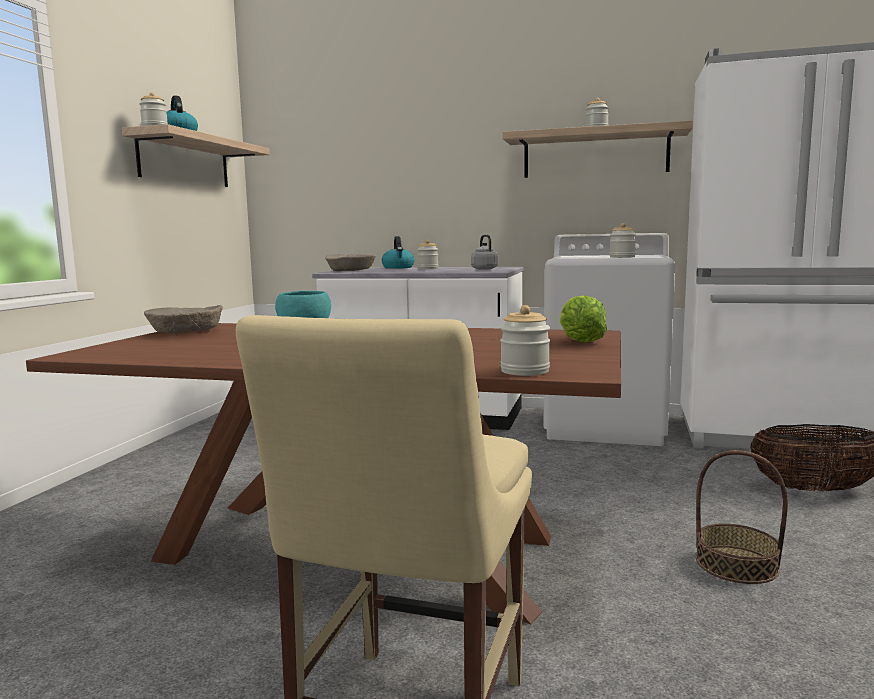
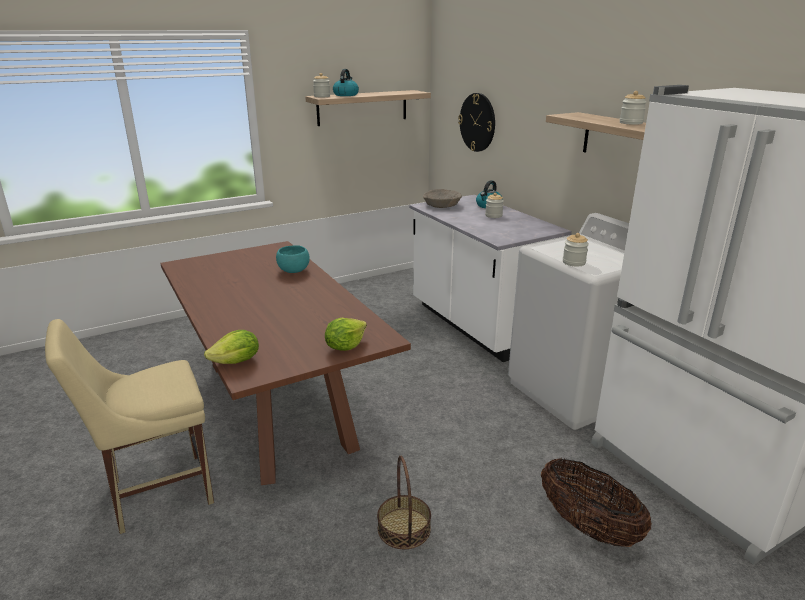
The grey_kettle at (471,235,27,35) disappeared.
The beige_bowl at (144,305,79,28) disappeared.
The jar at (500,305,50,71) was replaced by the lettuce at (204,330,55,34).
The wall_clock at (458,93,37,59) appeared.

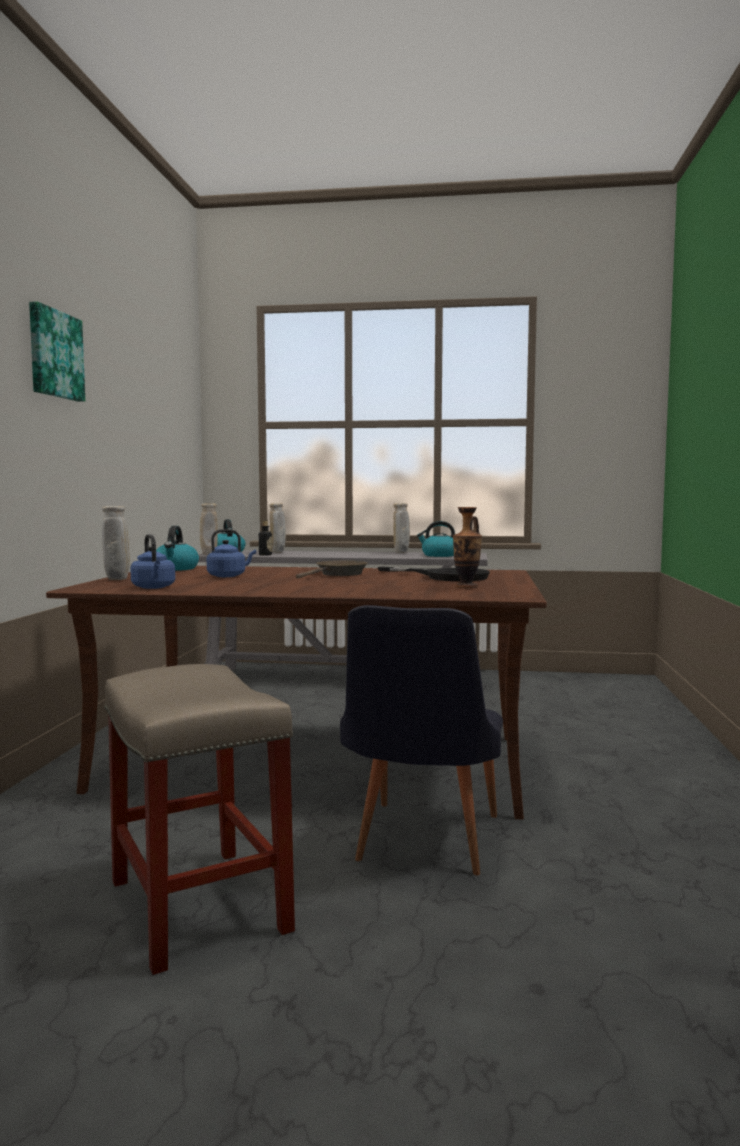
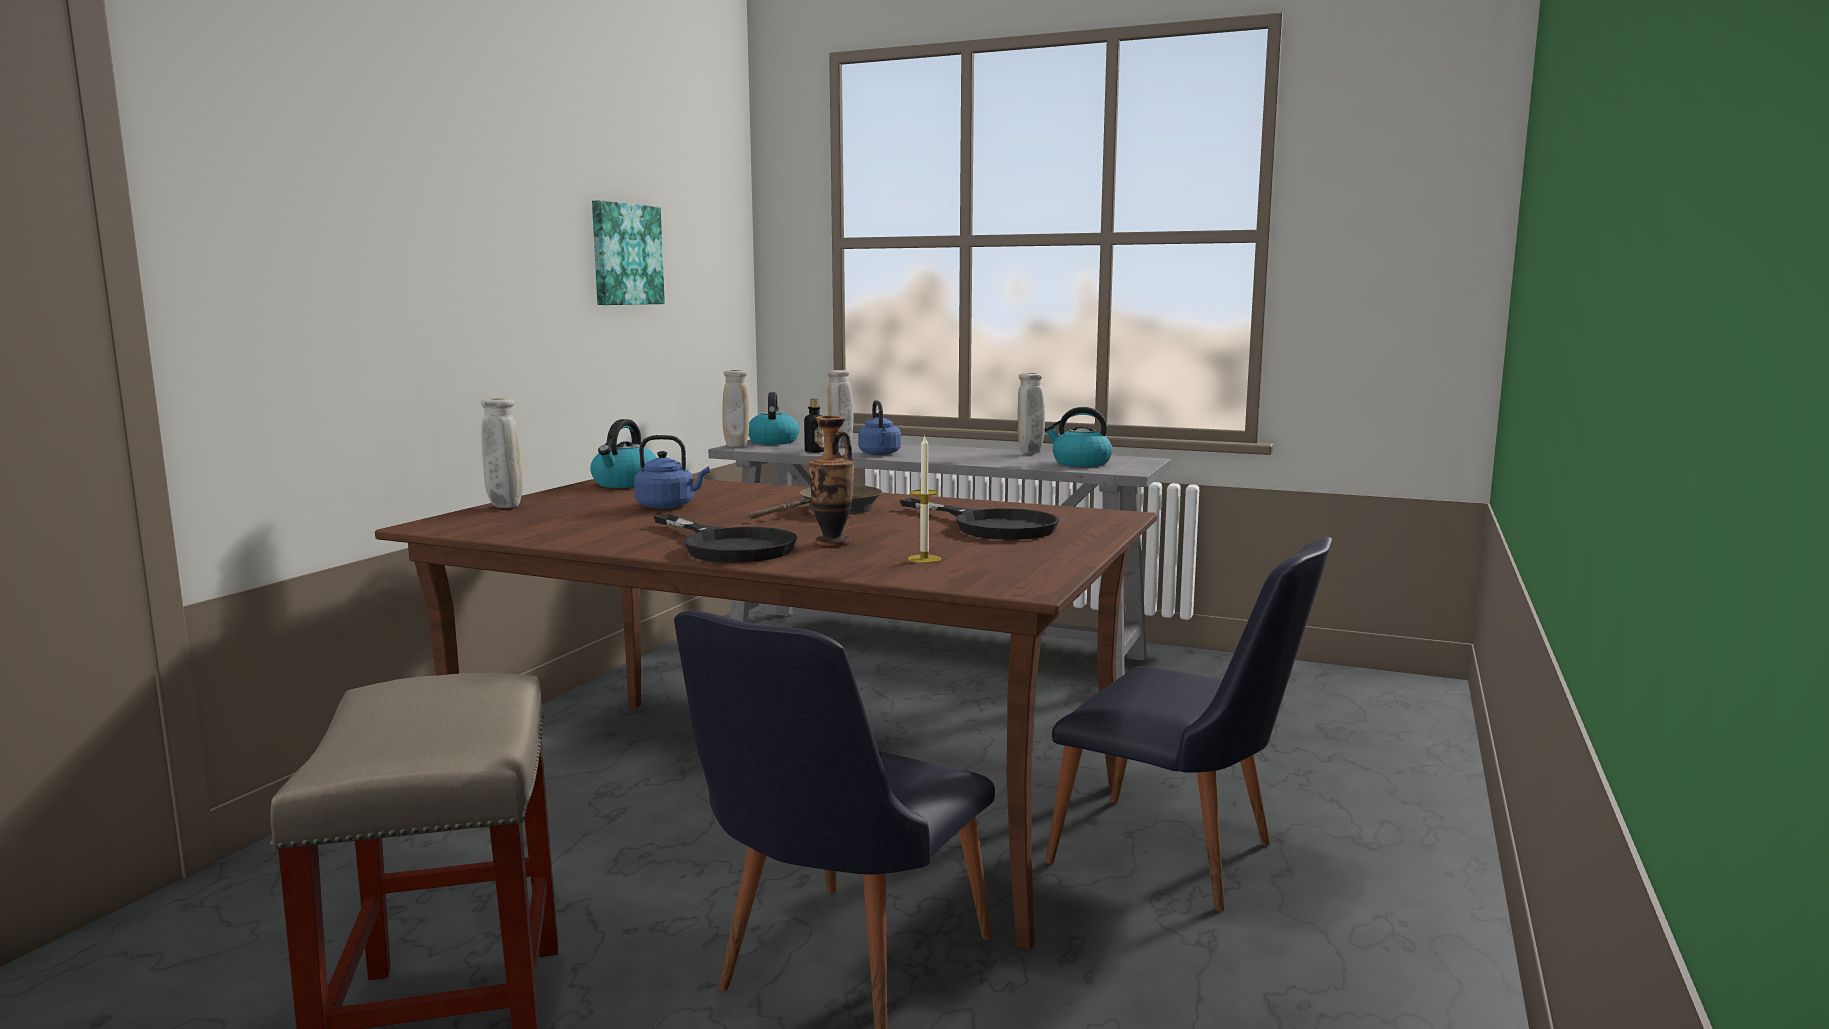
The picture moved from (29,301,56,101) to (592,200,73,105).
The vase moved from (453,507,29,81) to (808,416,47,131).
The blue_kettle moved from (130,534,45,55) to (858,400,43,55).
The candle at (908,436,33,127) appeared.
The black_frying_pan at (654,514,144,49) appeared.
The black_chair at (1045,537,288,375) appeared.

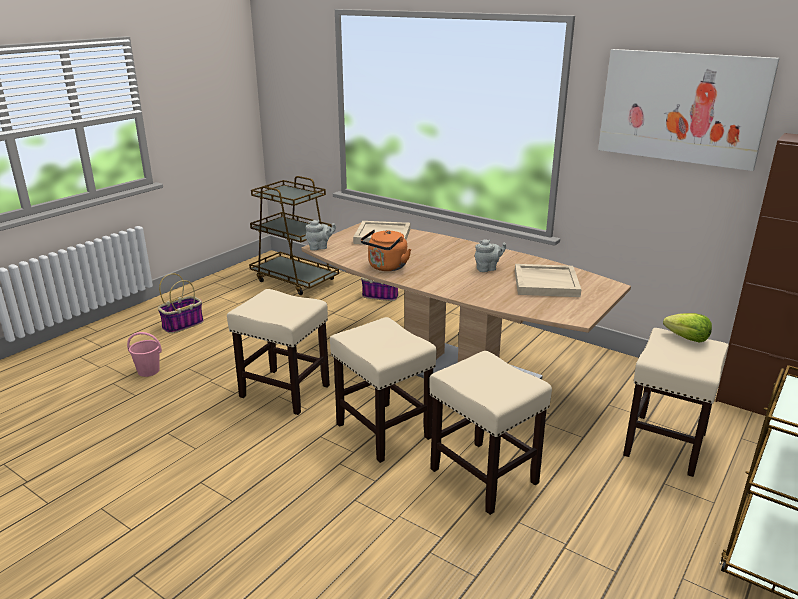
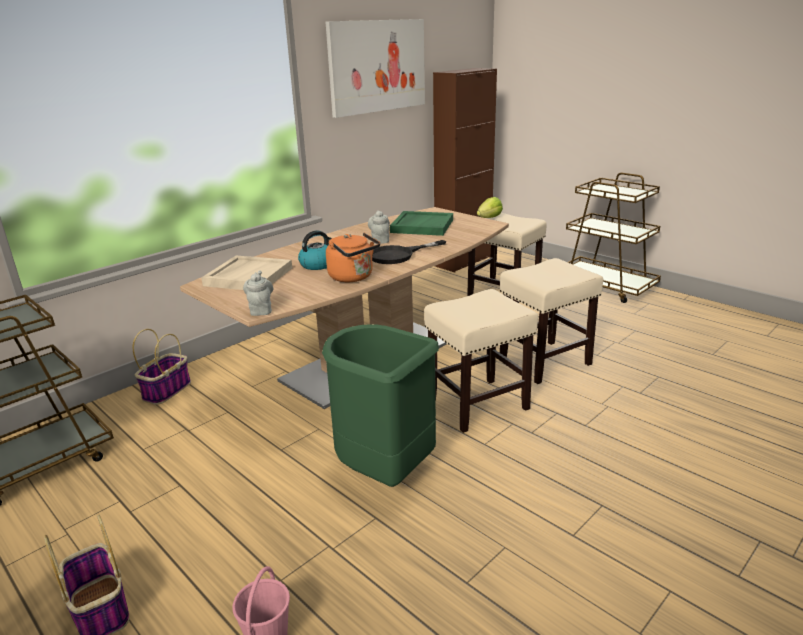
The beige_tray at (515,264,66,33) became the green_tray at (390,211,63,25).
The beige_stool at (227,289,103,126) was replaced by the green_trash_can at (322,324,117,163).
The kettle at (298,231,34,39) appeared.
The black_frying_pan at (372,240,74,24) appeared.

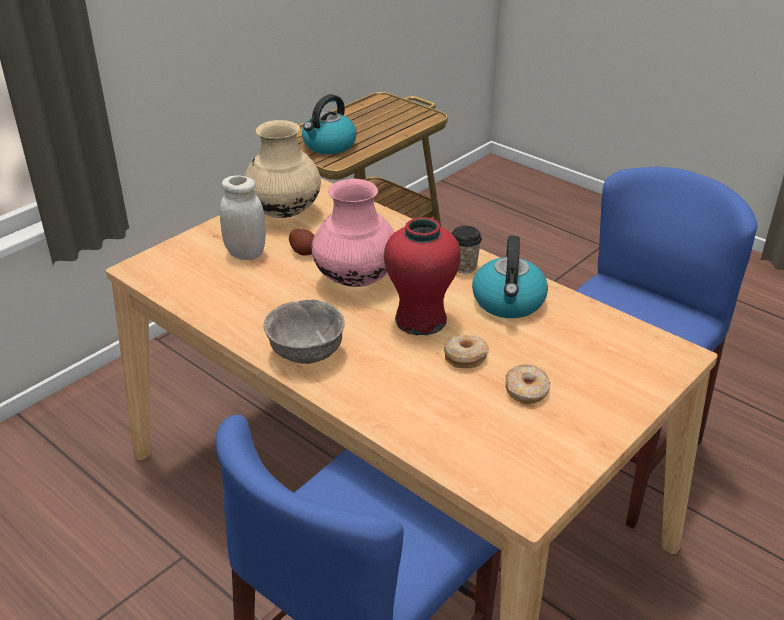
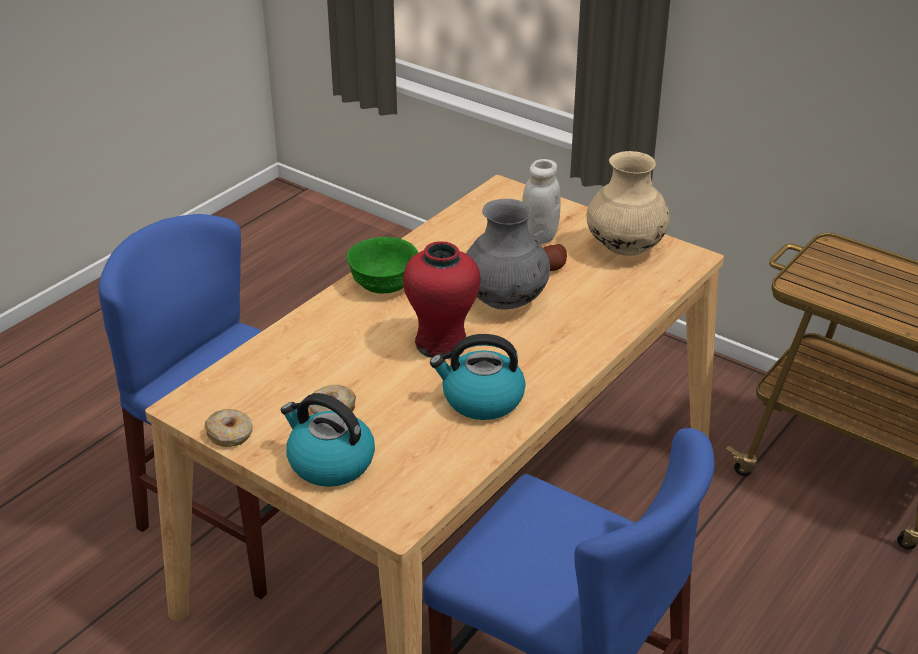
The kettle moved from (302,94,54,60) to (281,393,94,94).
The pink_vase at (312,179,83,108) became the grey_vase at (466,199,84,110).
The cup at (451,226,31,47) disappeared.
The grey_bowl at (264,300,81,64) became the green_bowl at (347,237,71,56).
The donut moved from (444,335,45,33) to (205,409,47,38).

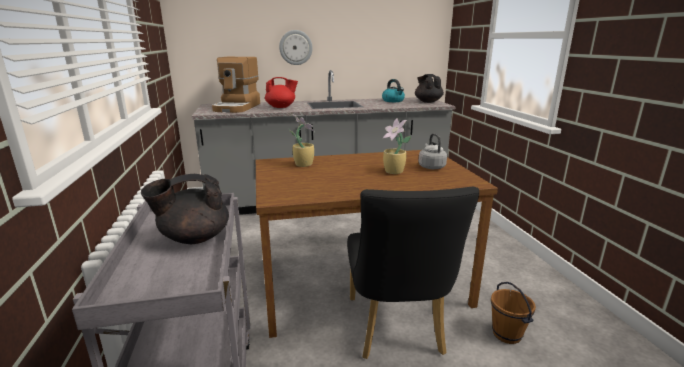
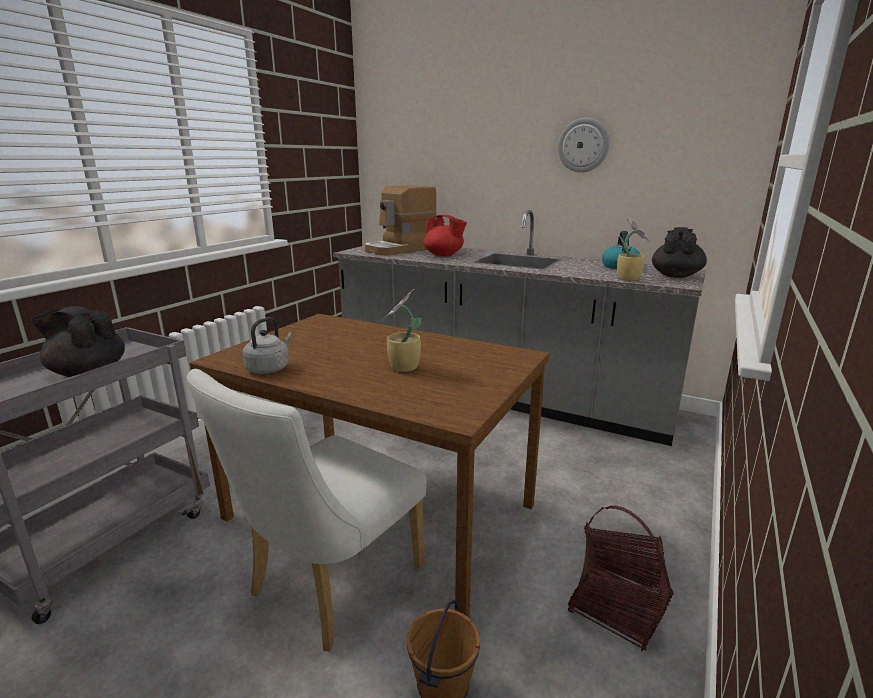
The wall_clock moved from (279,30,34,35) to (558,118,52,55).
The potted_plant moved from (289,115,26,52) to (617,218,32,63).
The grey_kettle moved from (418,133,29,36) to (243,317,50,57).
The black_chair at (347,187,132,172) became the white_chair at (187,369,240,283).
The basket at (568,505,106,147) appeared.

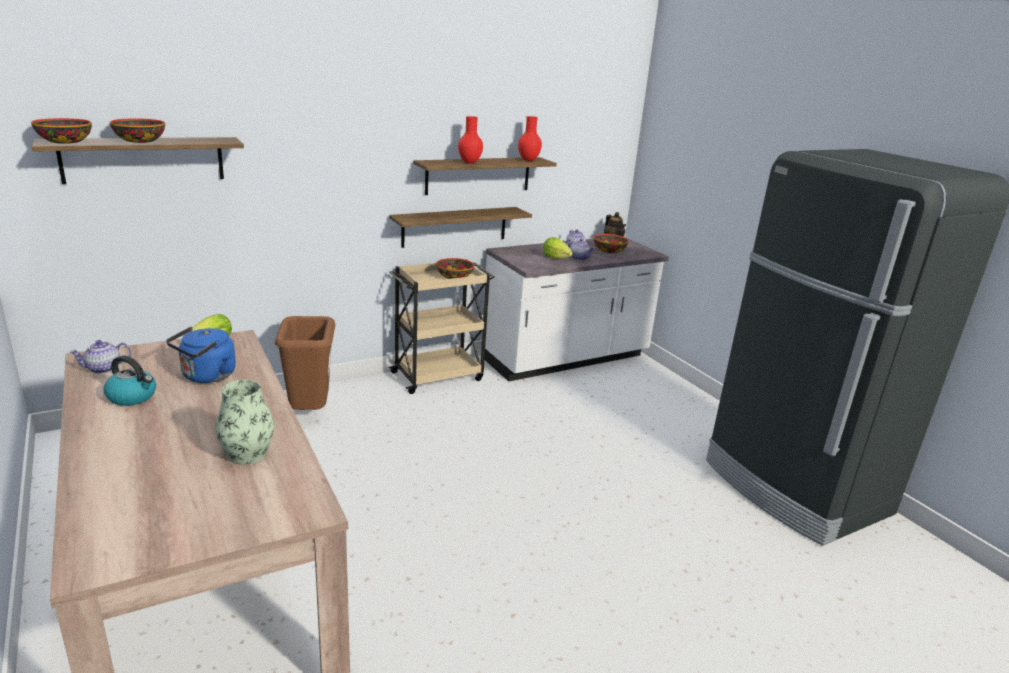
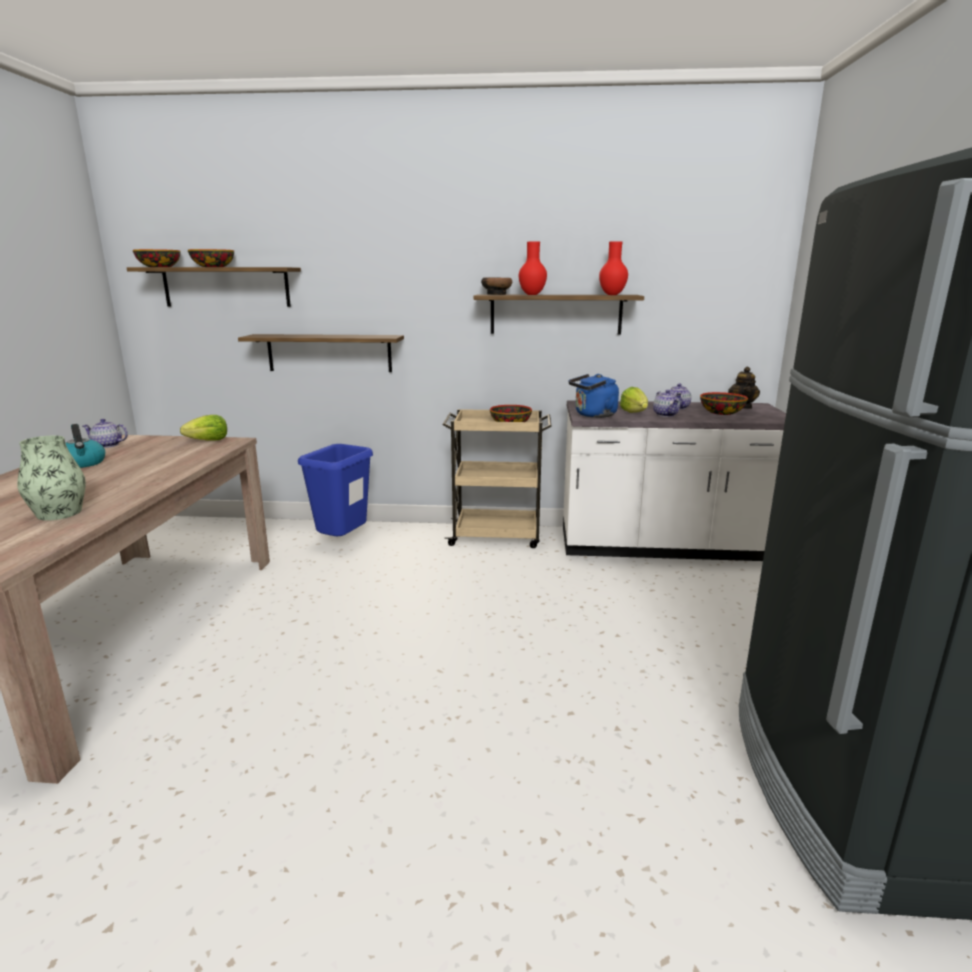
The shelf moved from (389,207,143,41) to (238,334,166,38).
The brown_trash_can at (275,316,60,94) became the blue_trash_can at (298,444,75,92).
The blue_kettle moved from (166,326,70,57) to (569,374,50,44).
The bowl at (481,277,31,18) appeared.

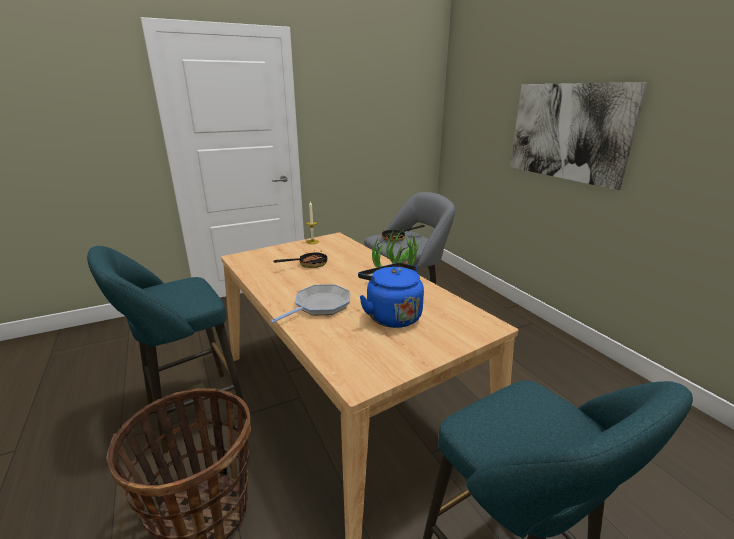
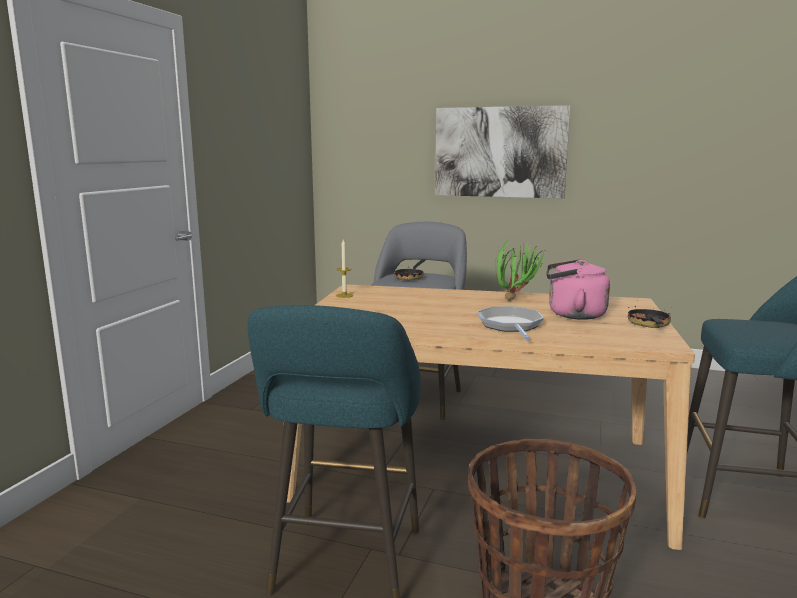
The frying_pan moved from (273,250,55,18) to (628,306,43,22).
The blue_kettle at (358,263,66,65) became the pink_kettle at (546,259,64,61).

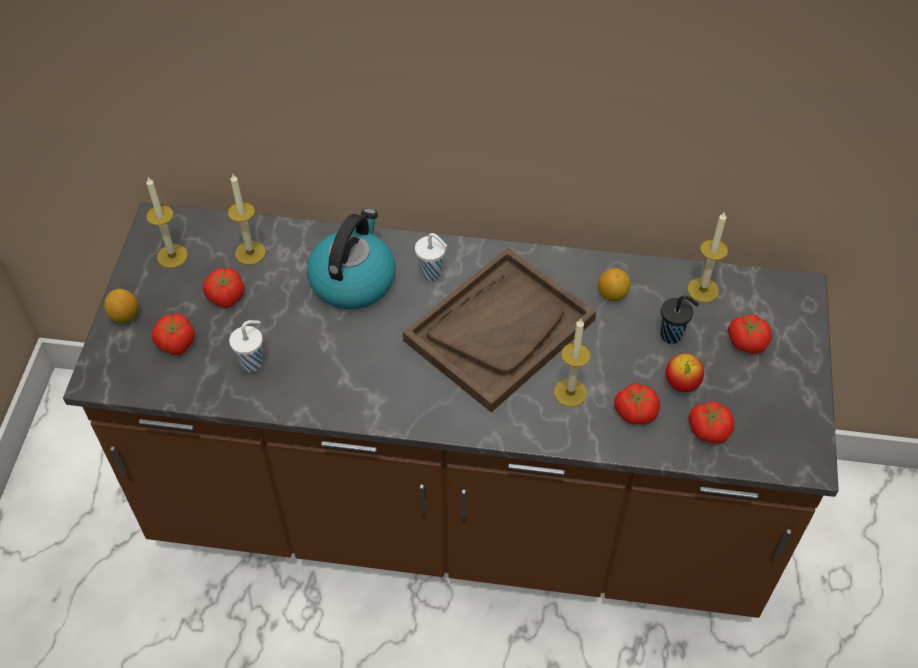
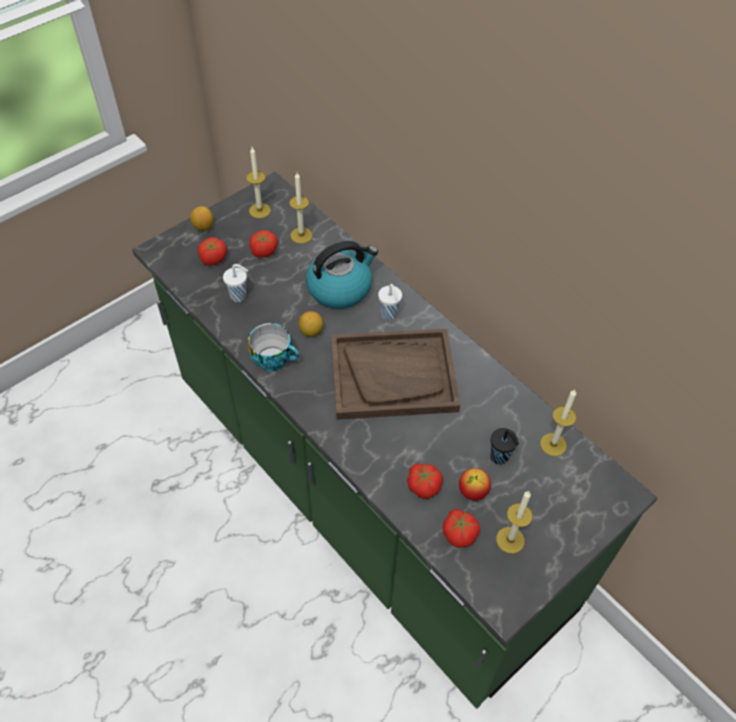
The brown_counter at (63,202,776,416) became the green_counter at (132,172,525,537).
The lemon moved from (598,268,33,34) to (299,311,24,26).
The tomato at (728,315,44,39) disappeared.
The candle moved from (554,319,37,88) to (496,491,37,63).
The cup at (248,323,51,48) appeared.

